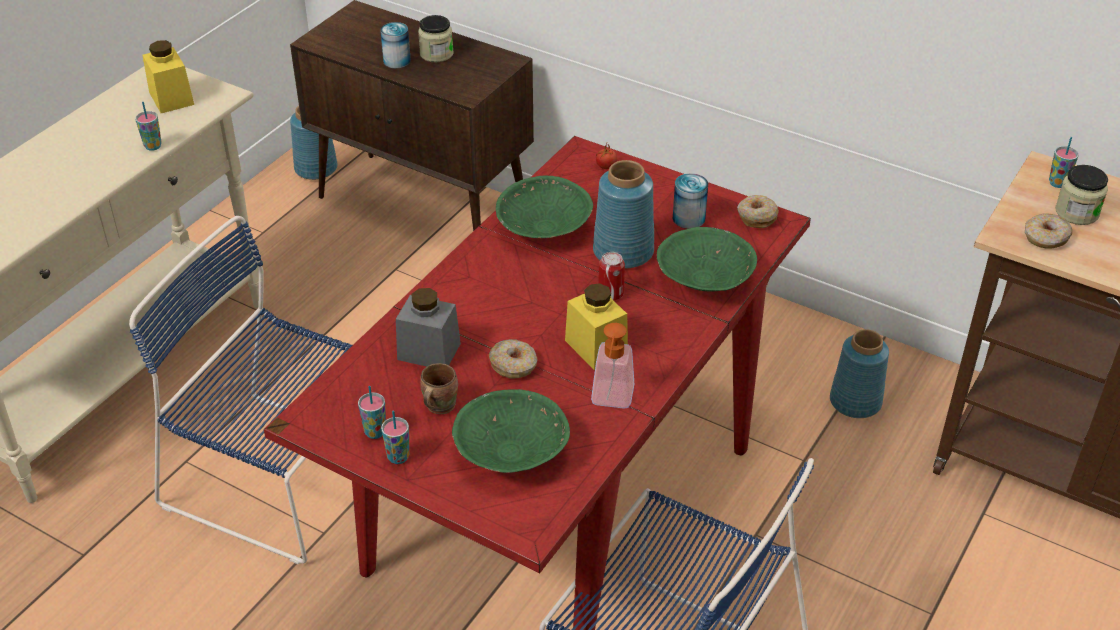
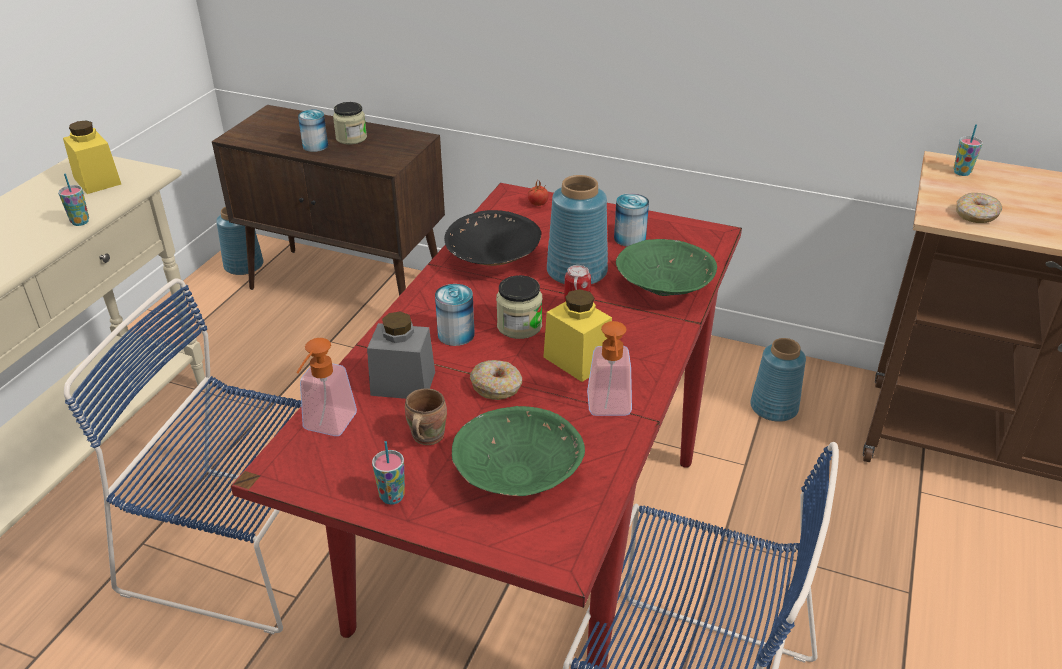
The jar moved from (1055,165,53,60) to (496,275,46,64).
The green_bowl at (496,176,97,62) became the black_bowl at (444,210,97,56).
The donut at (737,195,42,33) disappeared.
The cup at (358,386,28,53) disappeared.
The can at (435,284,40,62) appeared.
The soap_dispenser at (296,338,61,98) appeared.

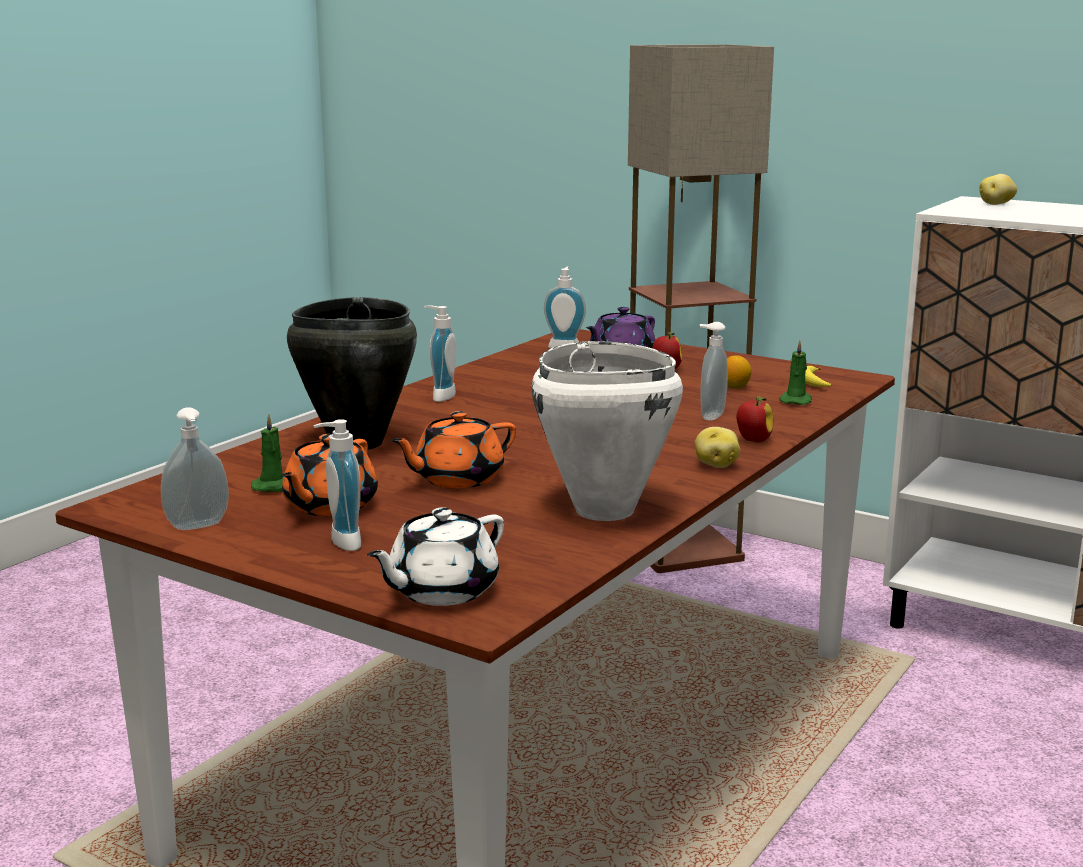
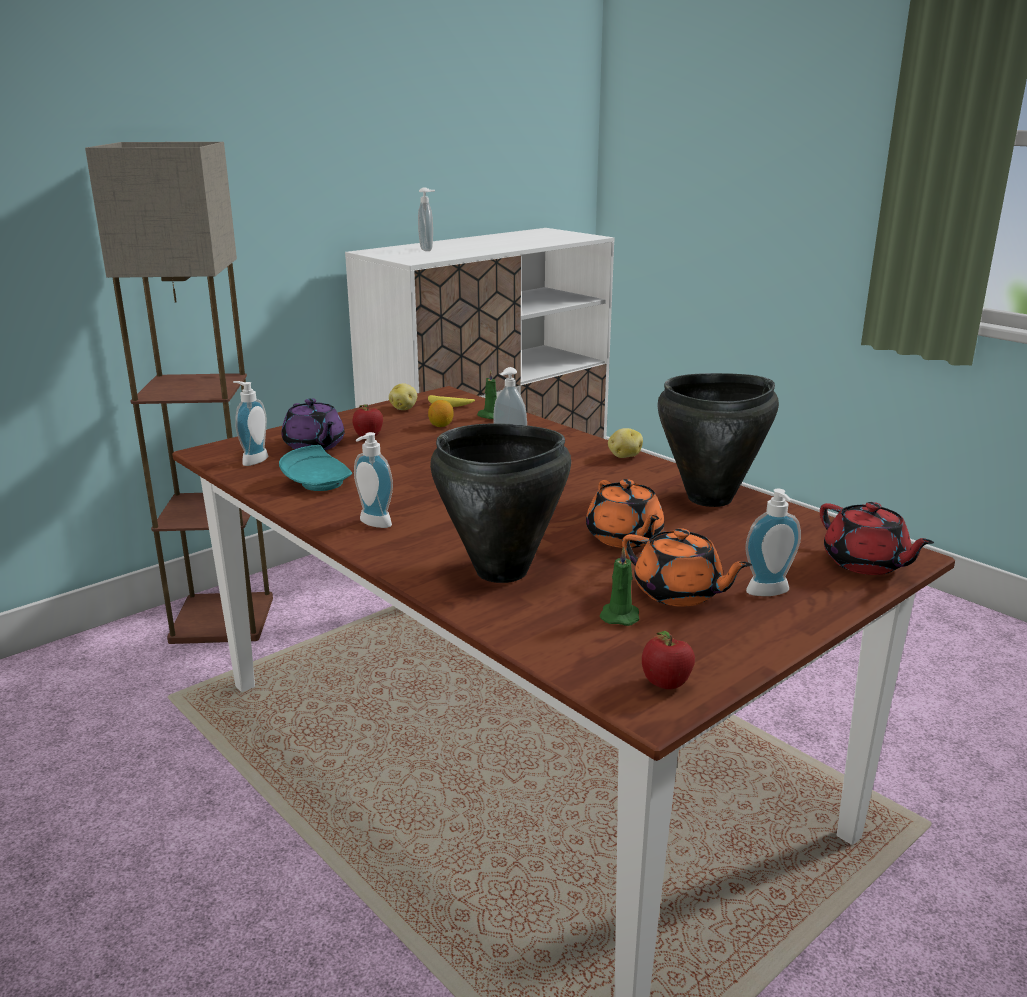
The potato moved from (979,174,38,31) to (389,383,28,27).
The white_cooking_pot at (532,341,151,180) became the black_cooking_pot at (657,373,122,134).
The apple moved from (736,396,37,46) to (642,631,53,58).
The soap_dispenser moved from (161,407,68,123) to (418,187,17,64).
The white_teapot at (367,507,137,99) became the red_teapot at (820,502,114,73).
The turquoise_plate at (279,445,73,46) appeared.

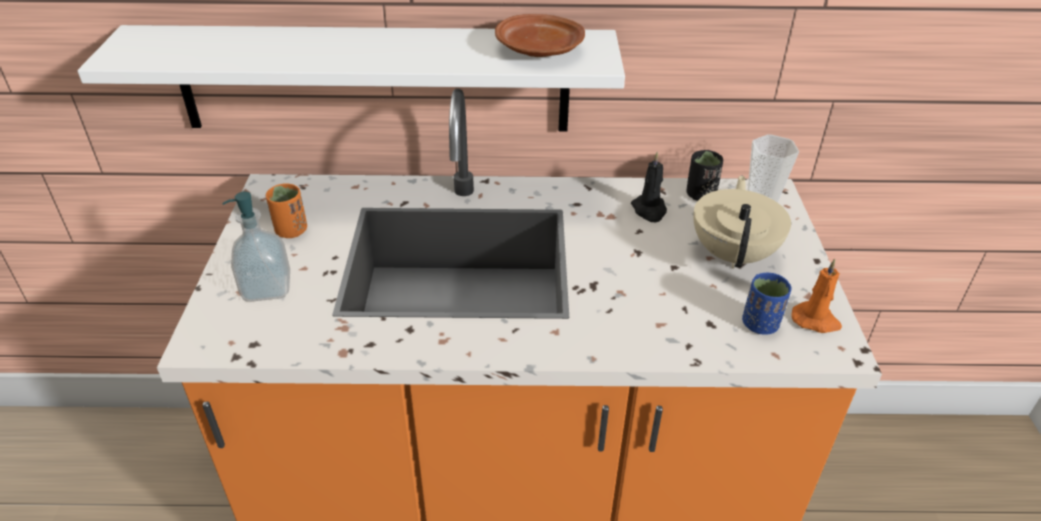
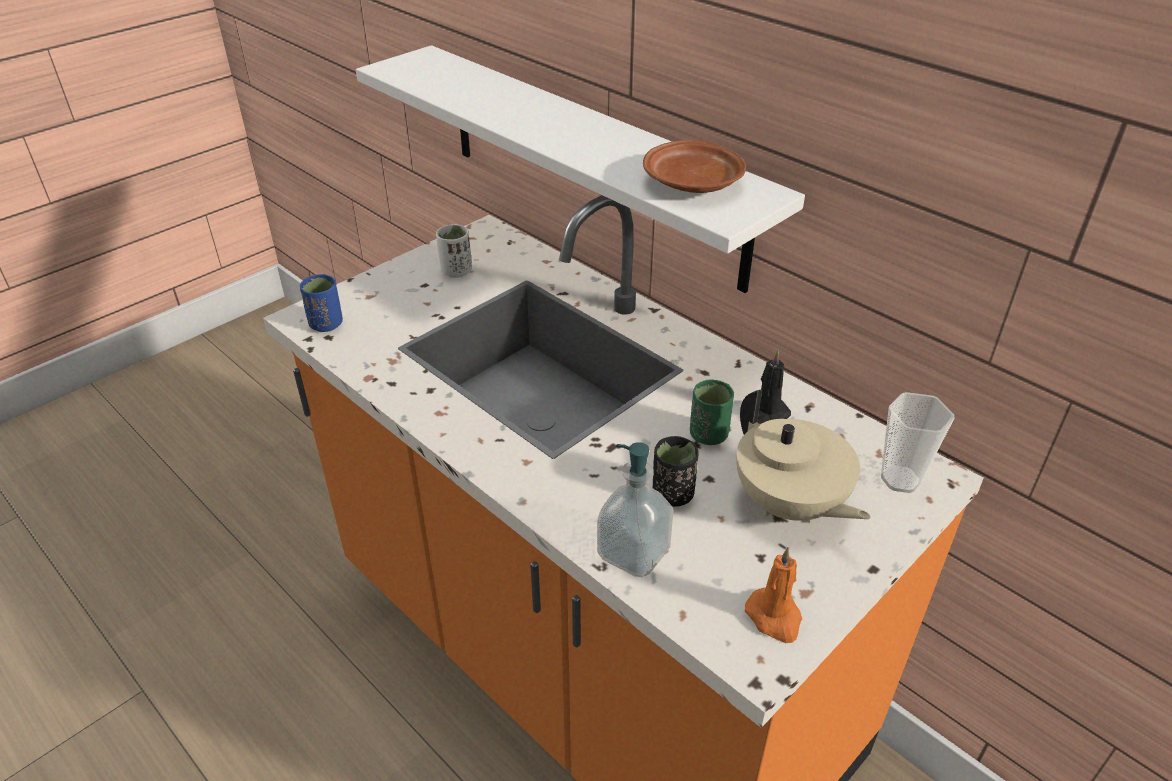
The black_cup moved from (687,150,36,51) to (653,436,46,71).
The beige_teapot at (693,176,98,93) turned 90 degrees clockwise.
The orange_cup at (266,183,41,55) became the white_cup at (436,224,36,54).
The soap_dispenser moved from (223,192,67,110) to (597,442,77,135).
The blue_cup moved from (742,273,50,62) to (300,274,43,58).
The green_cup at (690,380,44,65) appeared.

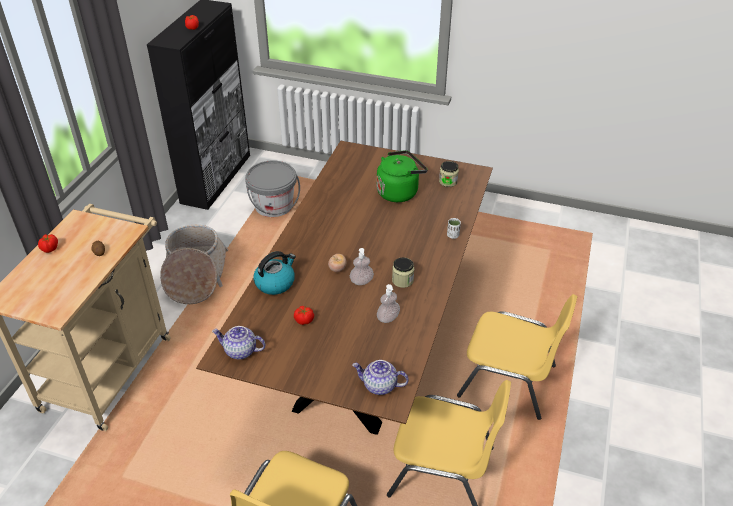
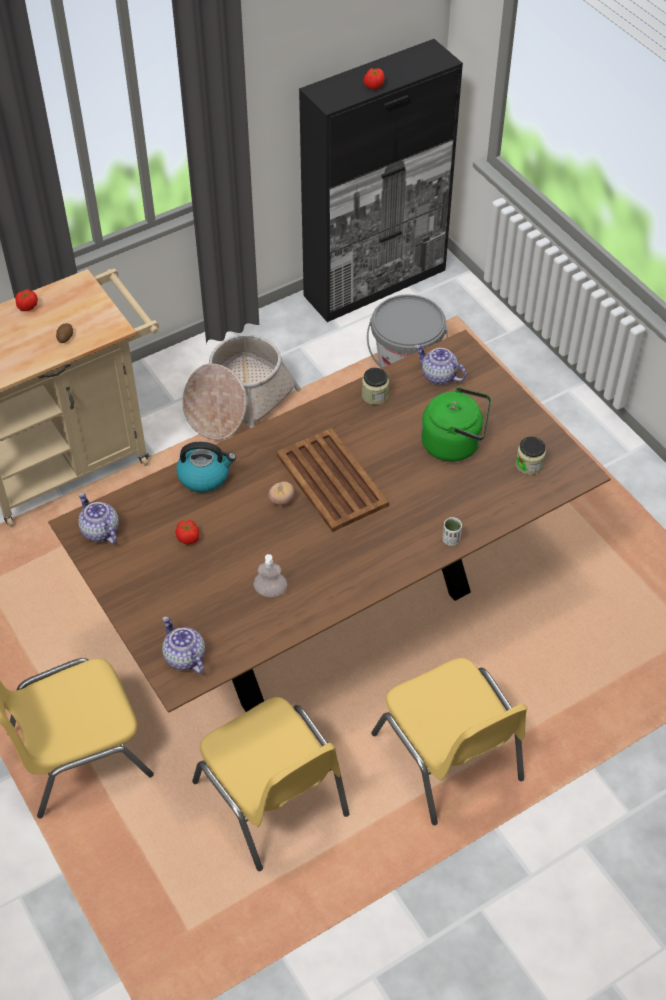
The soap_dispenser at (350,248,24,37) disappeared.
The jar moved from (392,257,22,31) to (362,368,27,37).
The teapot at (415,345,52,40) appeared.
The brown_tray at (276,428,113,104) appeared.

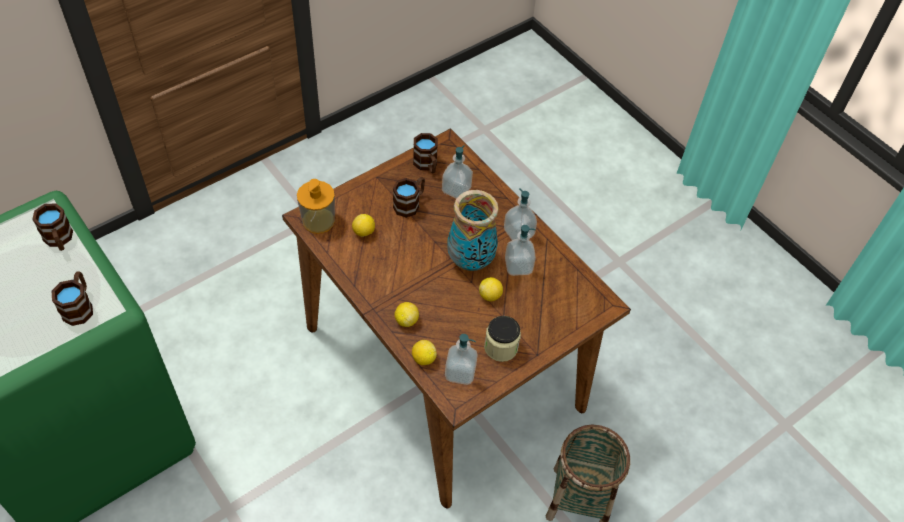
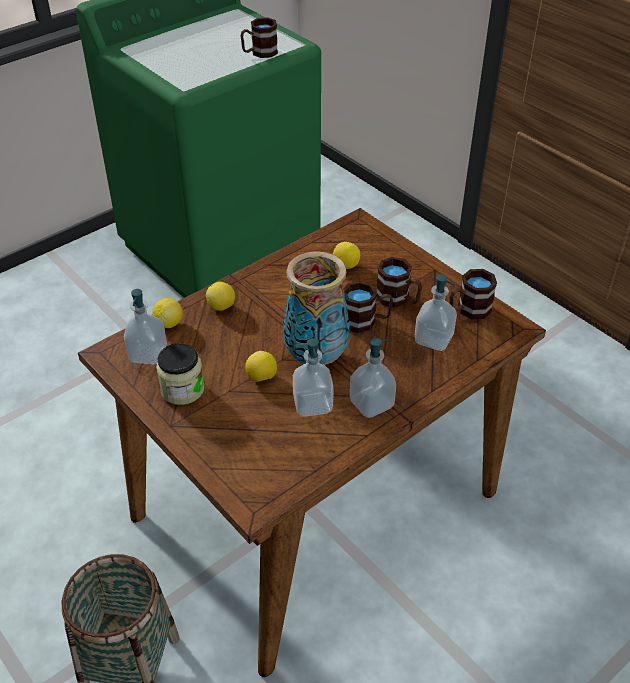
The soap_dispenser at (297,179,38,55) disappeared.
The brown_mug moved from (51,271,42,55) to (343,281,50,52).

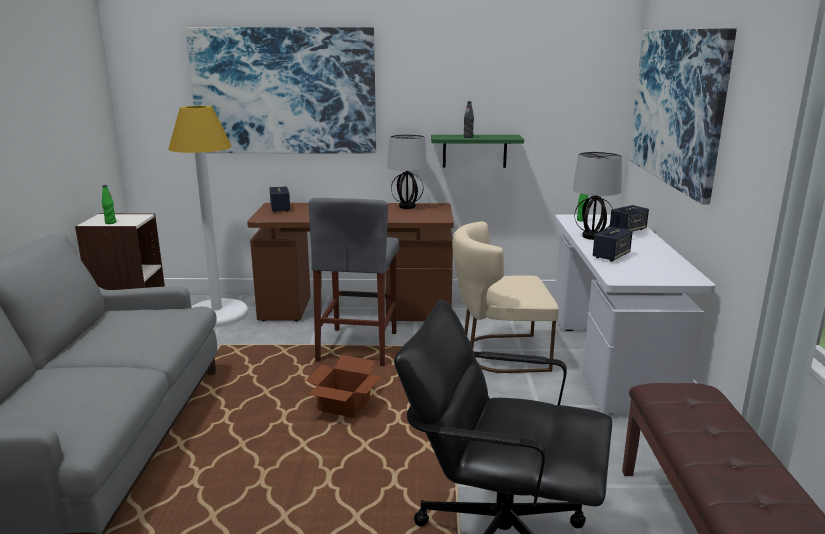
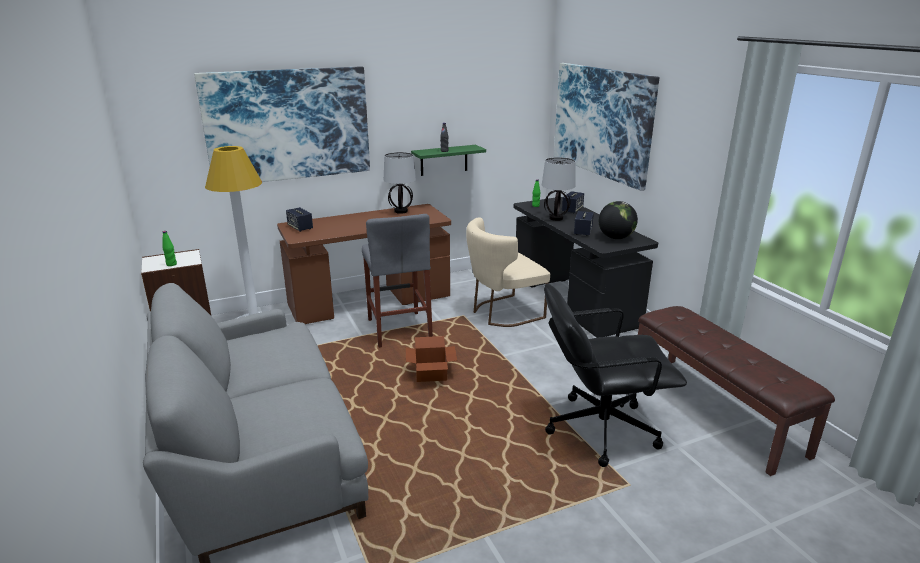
The white_desk at (555,214,160,200) became the black_desk at (513,197,145,141).
The globe at (599,201,39,38) appeared.

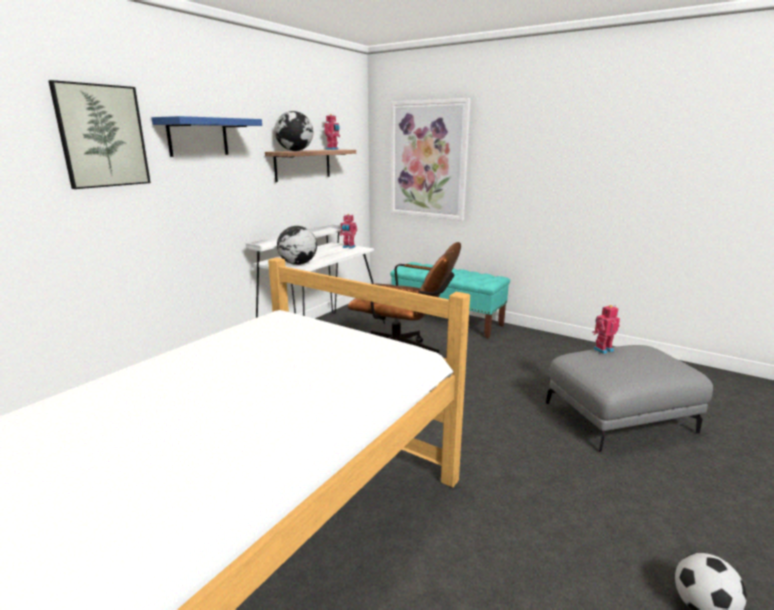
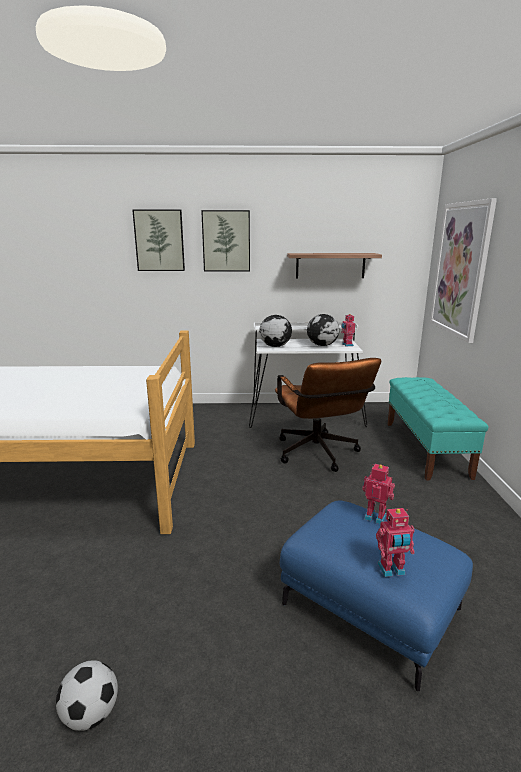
The globe moved from (274,111,39,40) to (307,314,33,32).
The toy_robot moved from (324,114,16,36) to (376,508,39,69).
The blue_shelf at (151,116,111,41) was replaced by the picture at (201,210,49,62).
The grey_ottoman at (546,345,167,107) became the blue_ottoman at (280,500,193,191).

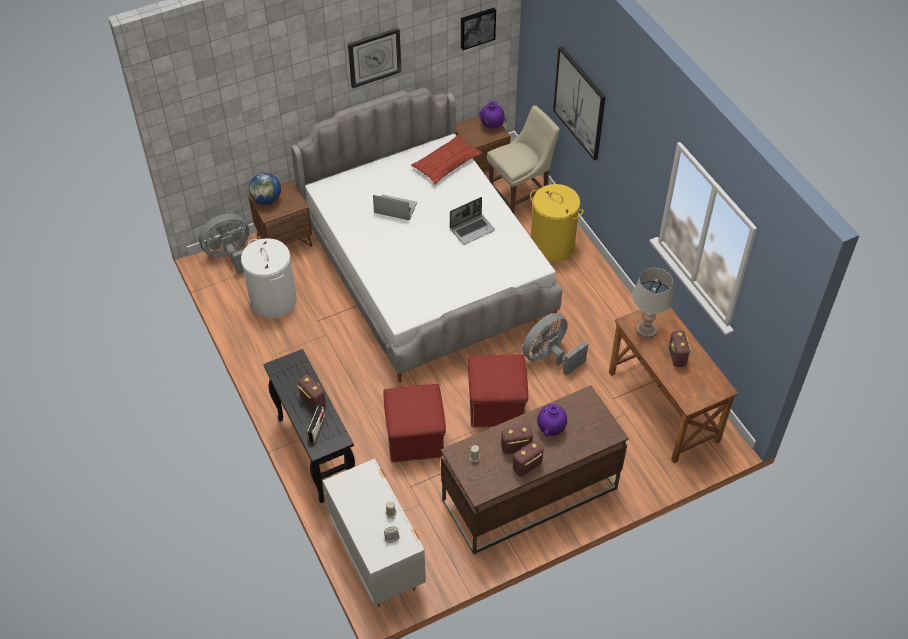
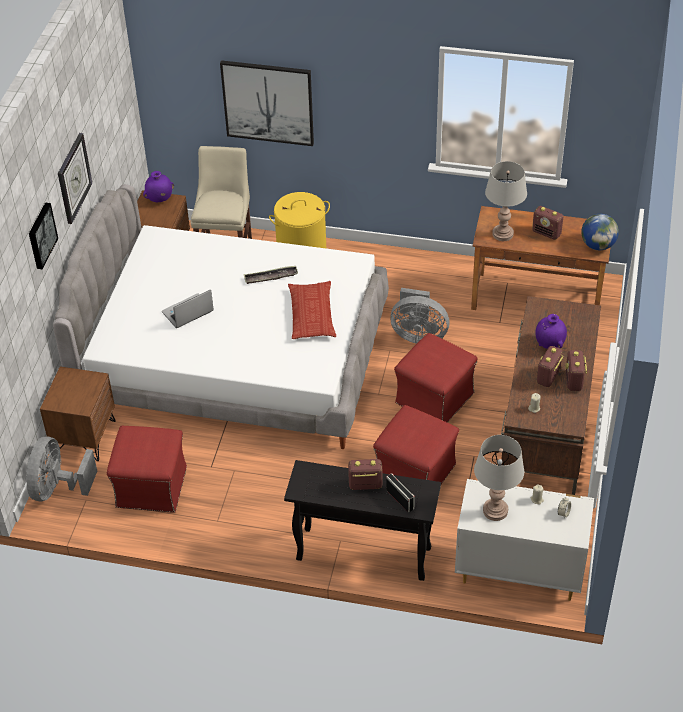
The picture moved from (461,8,35,42) to (29,202,29,67).
The pillow moved from (411,134,72,51) to (288,281,48,58).
The globe moved from (249,173,32,32) to (581,214,38,36).
The laptop at (450,197,45,48) was replaced by the tray at (244,266,54,18).
The white_laundry_basket at (241,238,56,81) was replaced by the red_ottoman at (107,426,80,87).
The grey_fan at (522,313,66,63) turned 75 degrees counterclockwise.
The grey_table_lamp at (474,435,50,86) appeared.

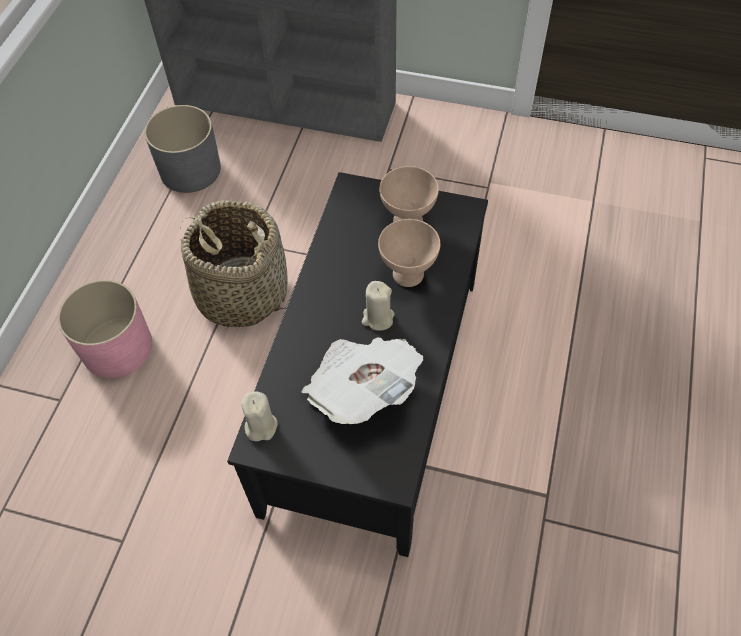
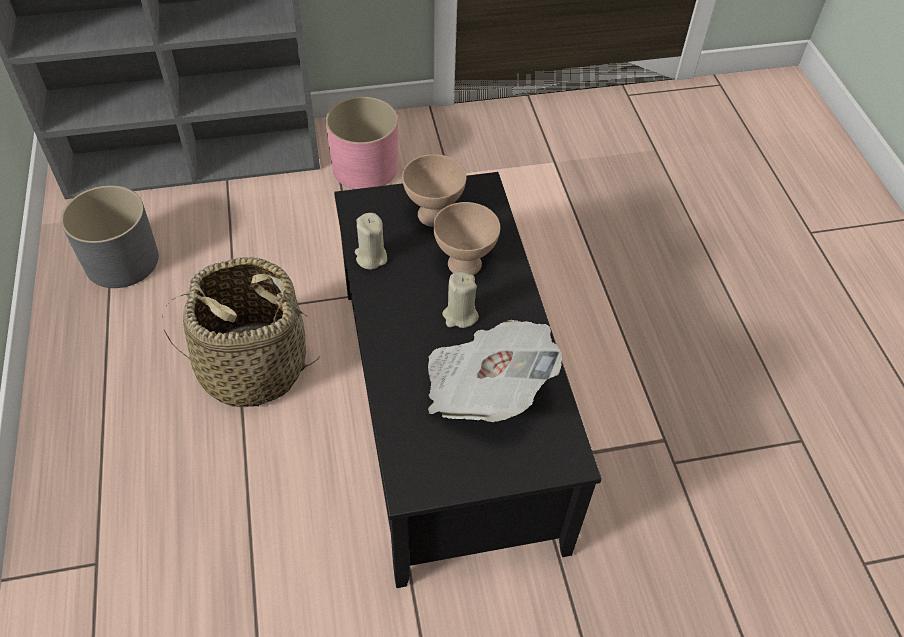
The pink_planter moved from (58,280,94,98) to (326,97,72,92).
The beige_candle moved from (241,391,37,50) to (355,213,32,57).

